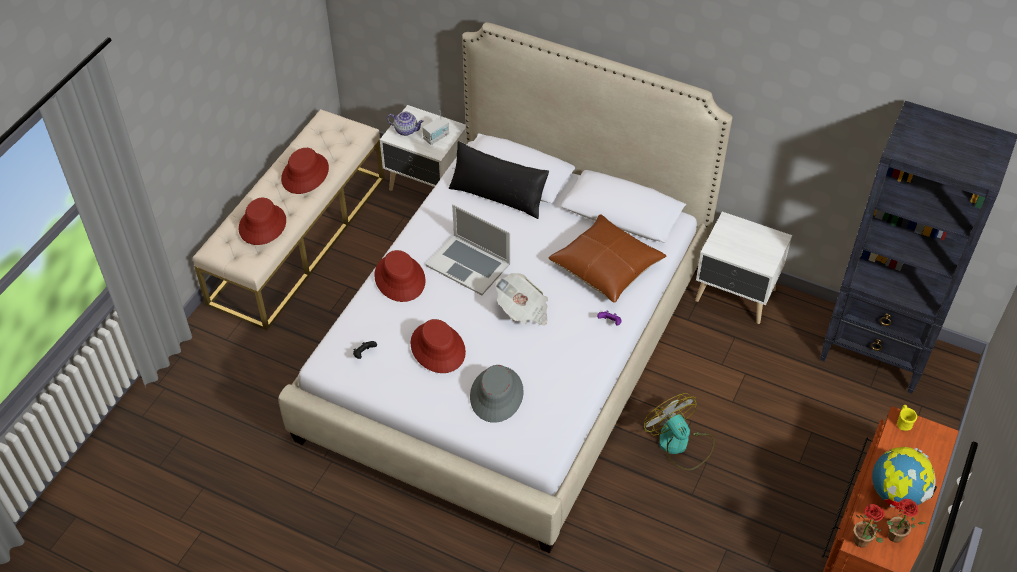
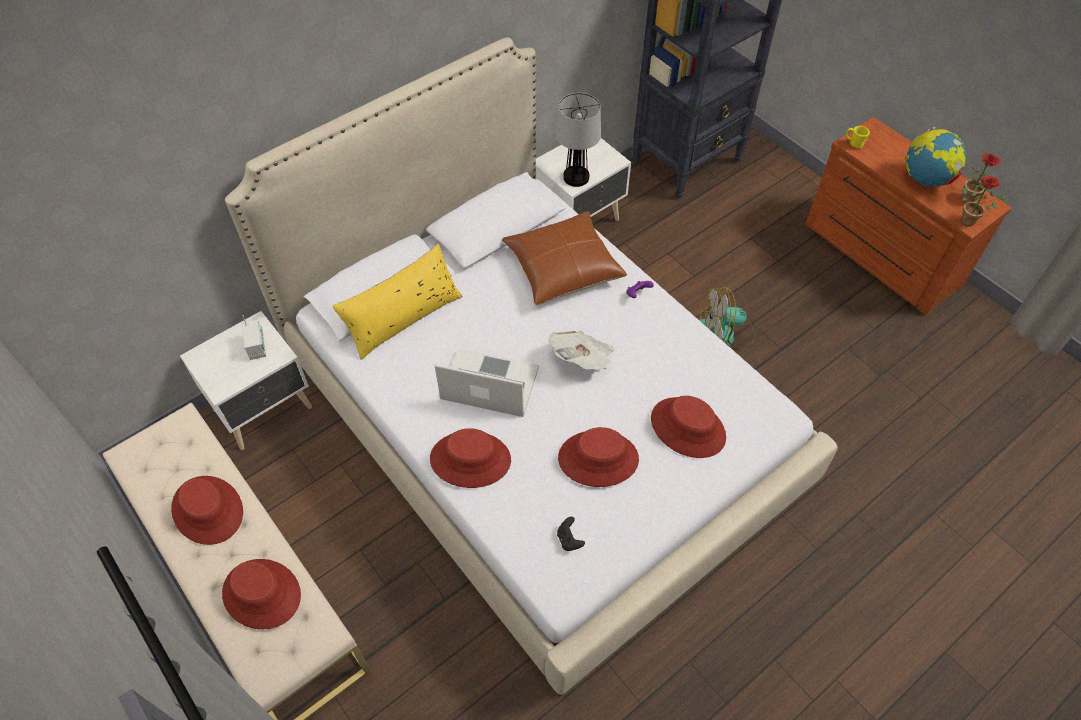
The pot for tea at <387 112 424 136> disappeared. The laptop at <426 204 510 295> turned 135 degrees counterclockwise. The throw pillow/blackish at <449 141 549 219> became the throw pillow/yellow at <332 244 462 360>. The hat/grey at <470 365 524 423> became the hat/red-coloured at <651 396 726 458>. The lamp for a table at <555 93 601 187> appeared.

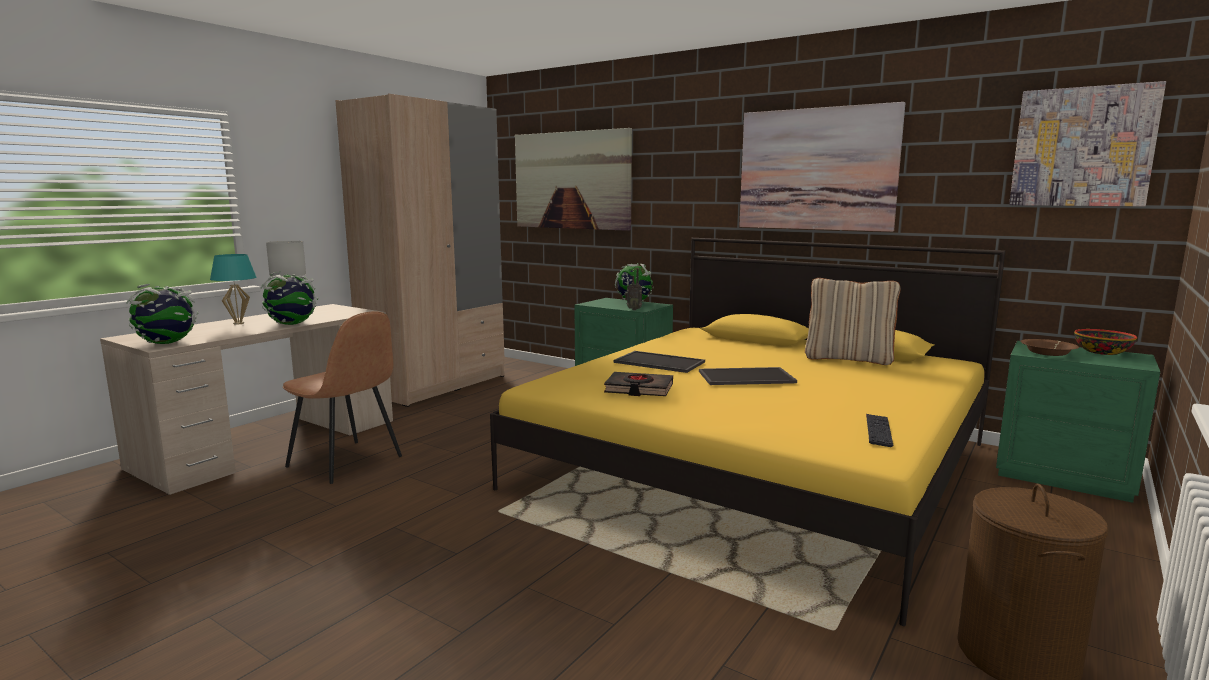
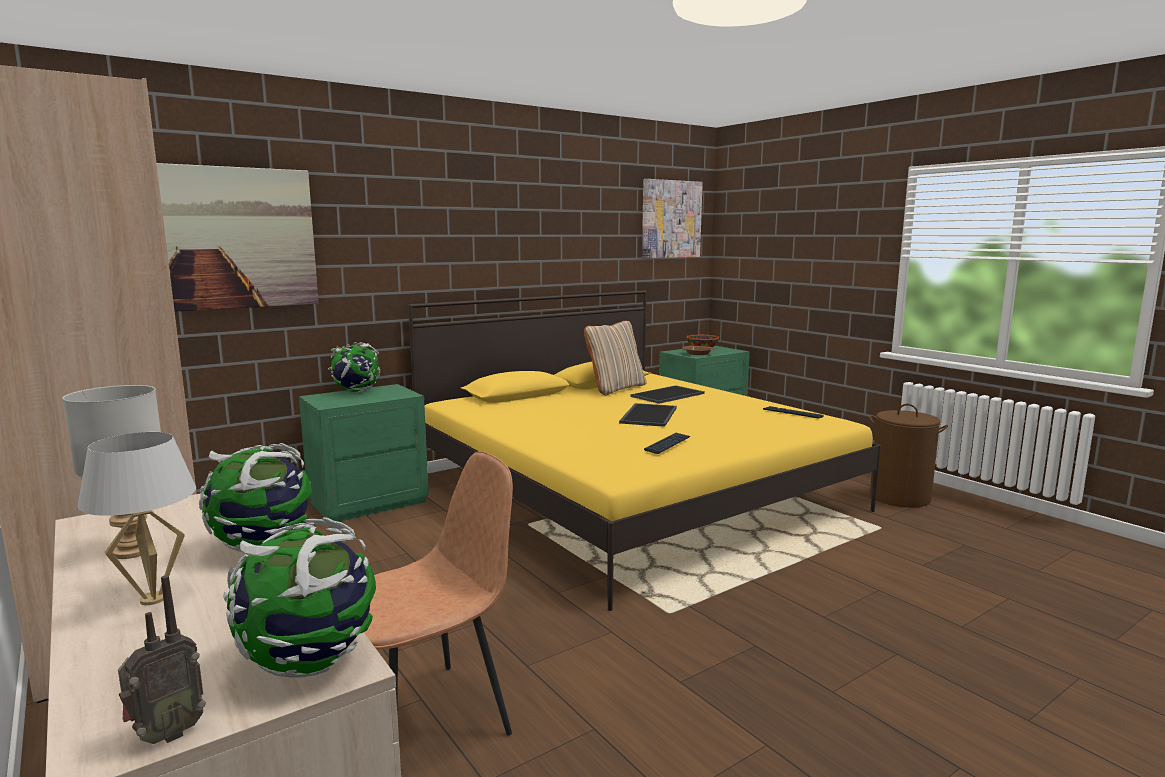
The lamp for a table/blue-green at <210 254 256 325> became the lamp for a table/white-coloured at <78 432 196 605>. The volume/blackish at <604 372 673 396> was replaced by the keyboard at <644 433 690 454>. The tray moved from <614 351 705 373> to <630 385 705 404>. The radio receiver moved from <625 268 642 310> to <118 575 206 744>. The wall picture at <739 102 905 232> disappeared.

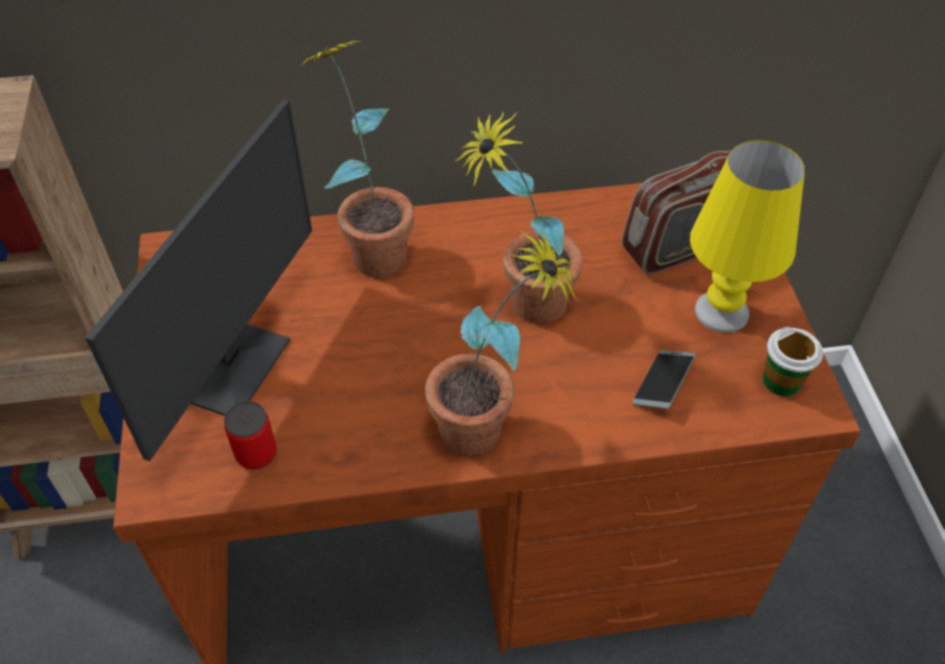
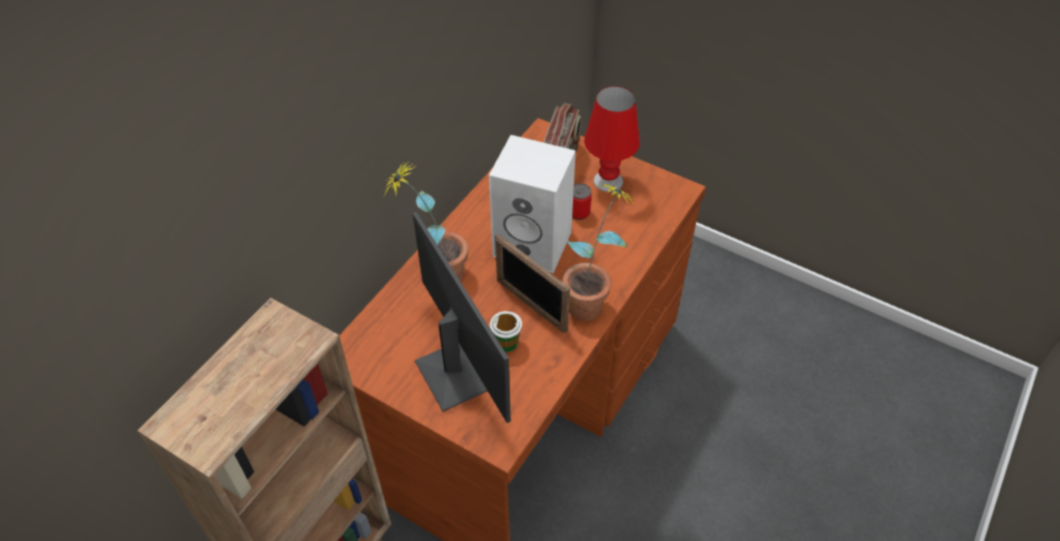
The metal can moved from <224 401 277 470> to <572 183 592 220>. The potted plant at <455 112 583 324> was replaced by the loudspeaker/white-coloured at <489 135 576 273>. The handset at <632 350 696 409> disappeared. The lamp for a table/yellow at <690 140 805 333> became the lamp for a table/red-coloured at <584 86 640 192>. The drinking cup moved from <763 327 823 396> to <490 311 522 352>. The photo frame at <495 234 570 333> appeared.

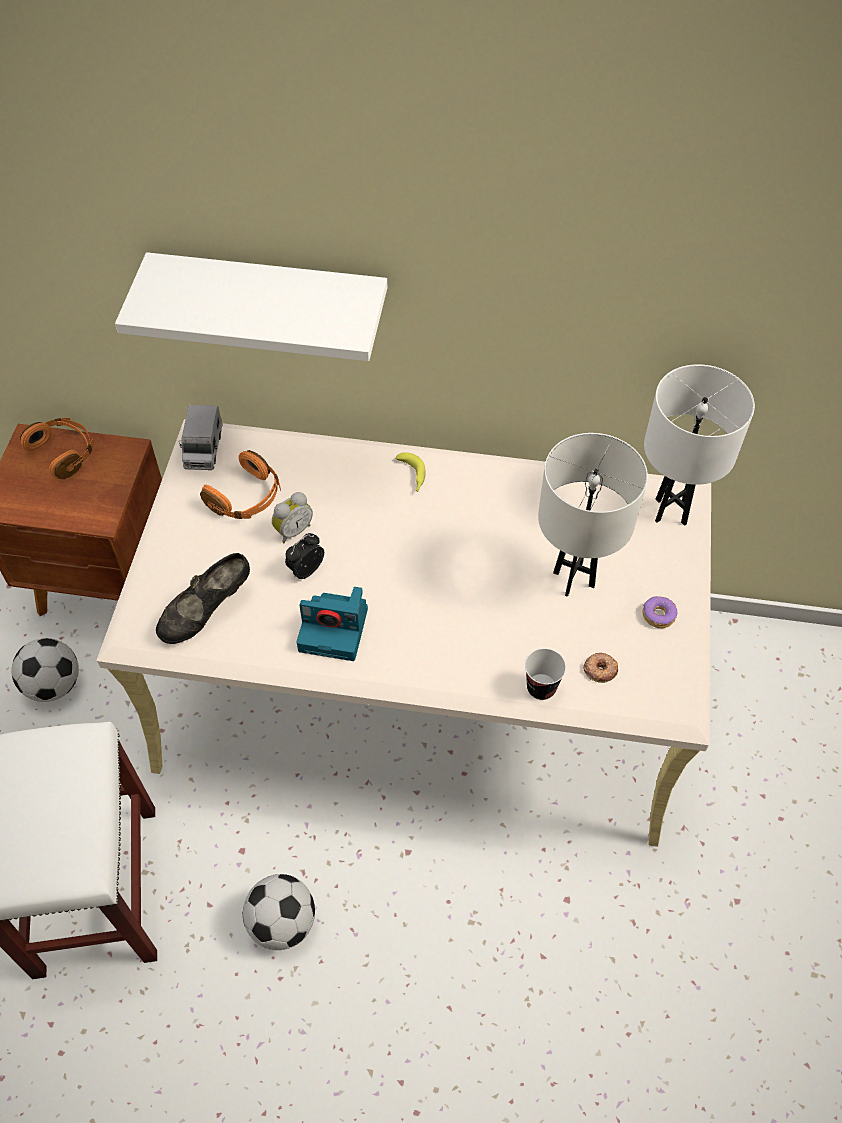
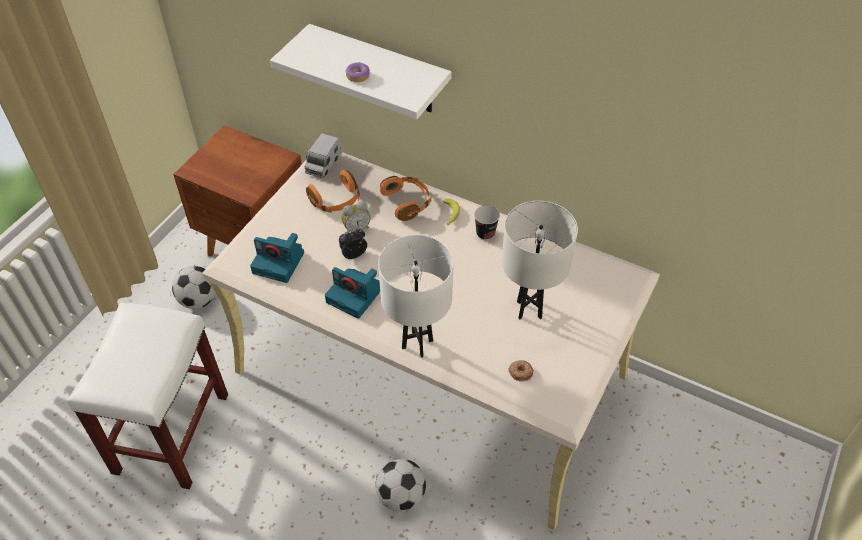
The pair of headphones/orange moved from <20 418 95 479> to <380 176 431 221>. The shoe/blackish at <156 553 250 644> was replaced by the photo camera at <250 233 304 283>. The ball for football moved from <243 874 315 950> to <375 459 426 511>. The drinking cup moved from <525 648 566 700> to <474 205 500 240>. The doughnut moved from <642 596 678 628> to <346 62 370 82>. The lamp for a table/white-coloured moved from <644 364 755 526> to <378 235 454 358>.

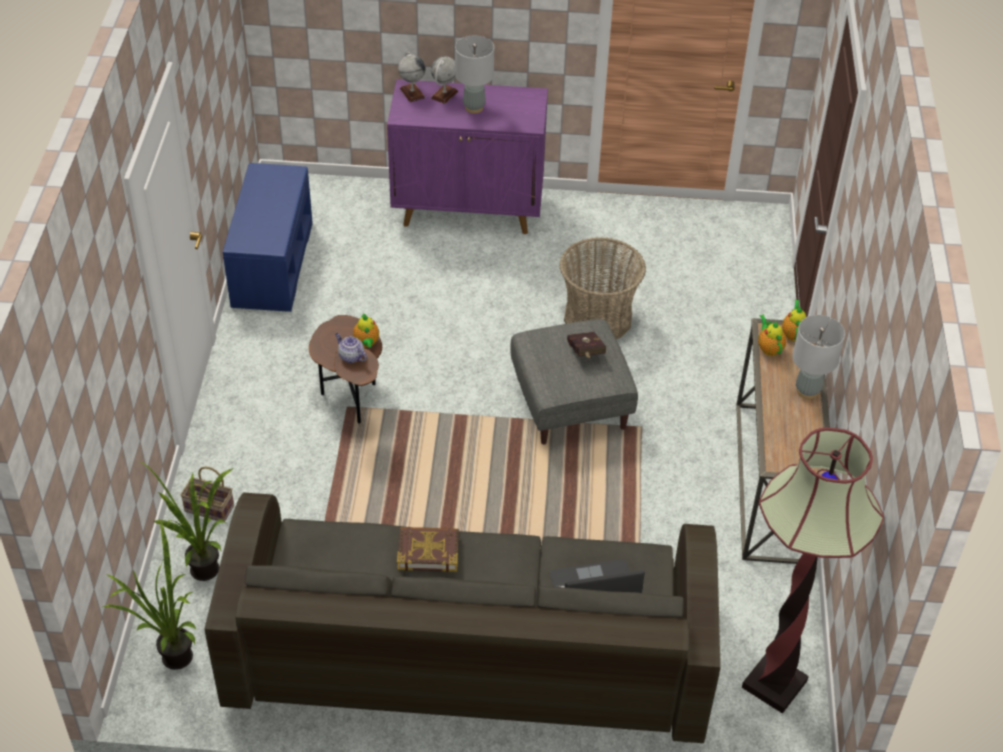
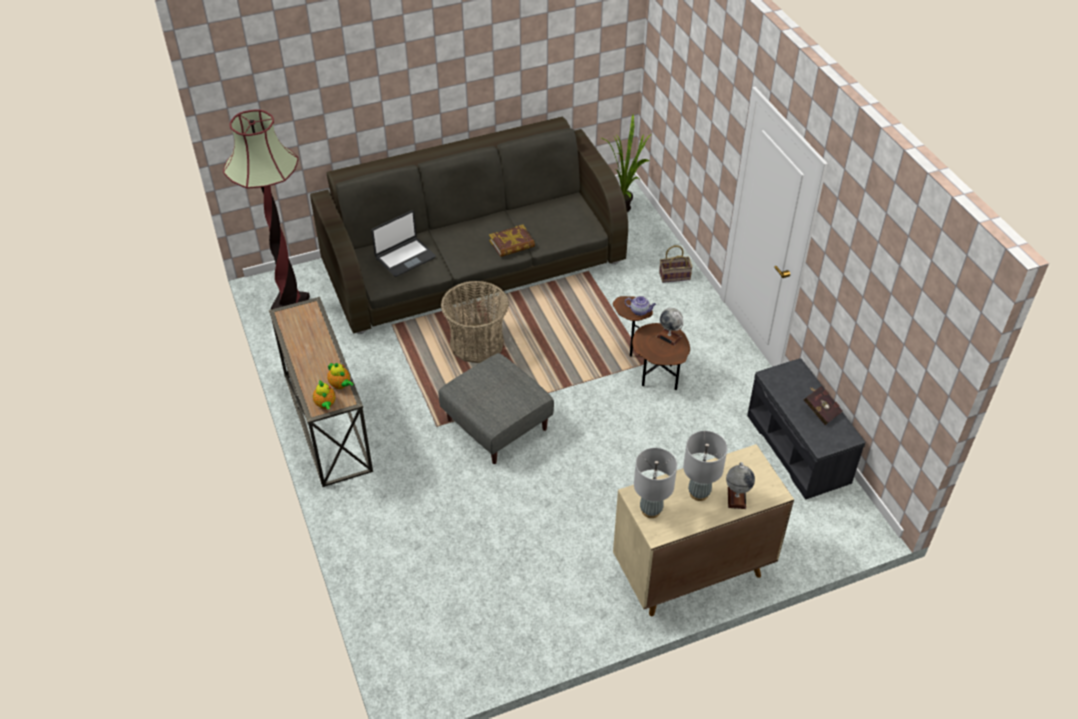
The potted plant at <140 462 234 581> disappeared. The indoor bench/bluish at <223 163 313 312> became the indoor bench/grey at <747 358 865 500>. The pot for tea at <353 313 379 348> disappeared. The cabinet/purplish at <387 79 548 234> became the cabinet/beige-coloured at <613 444 794 616>. The world globe moved from <398 52 426 102> to <657 308 683 346>. The basket moved from <559 237 646 339> to <441 281 509 363>. The volume/red-coloured moved from <567 332 606 358> to <804 386 843 425>. The lamp for a table/grey moved from <792 315 845 399> to <634 448 677 518>.

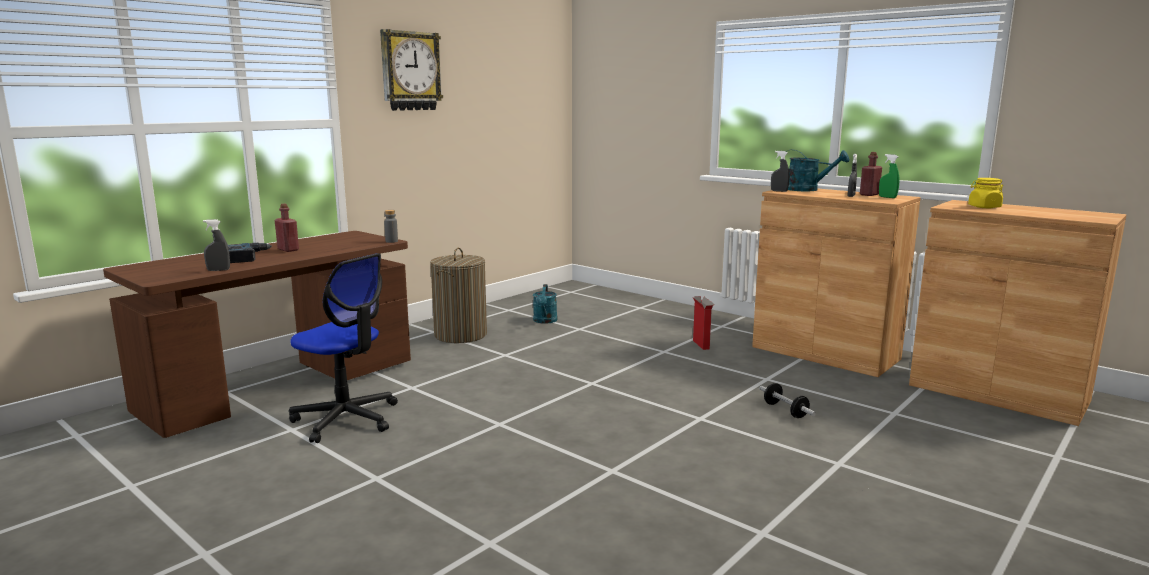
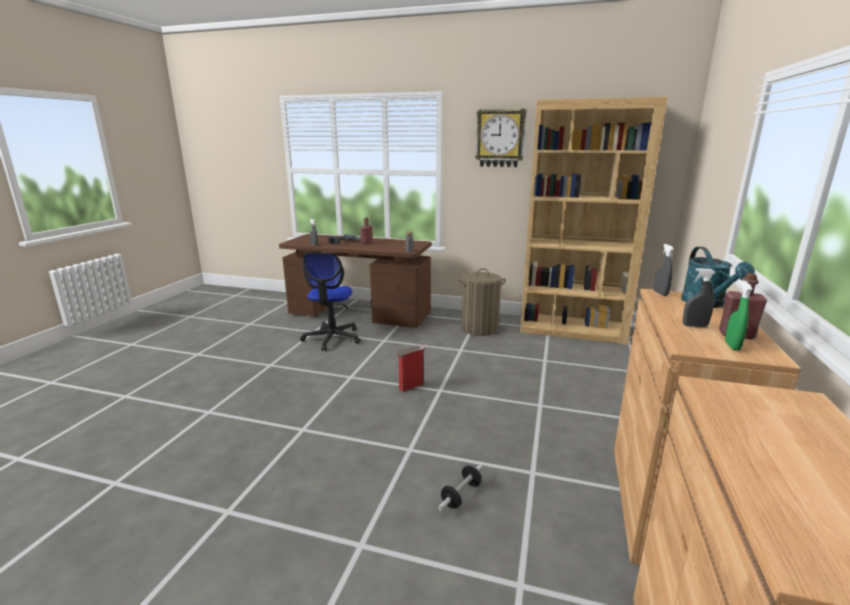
The watering can/blue-green at <533 284 557 324> disappeared. The carton moved from <693 296 714 350> to <396 345 425 392>. The storage jar/yellow at <968 178 1003 208> disappeared. The bookshelf/brown at <520 97 667 345> appeared.

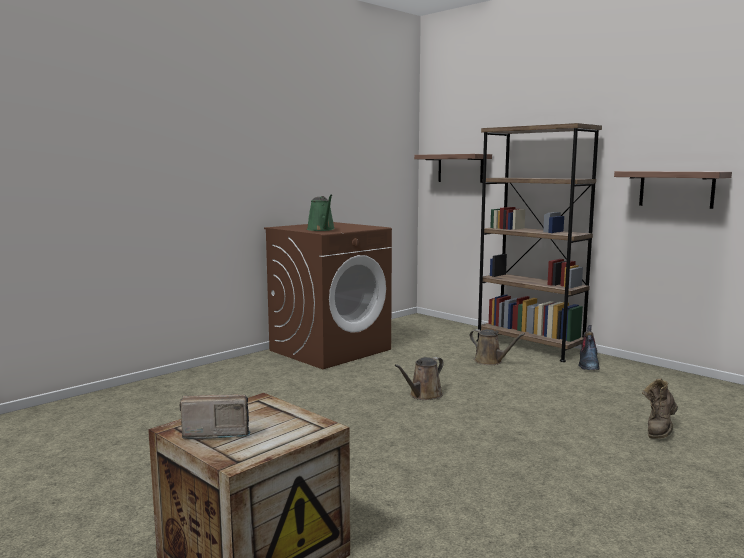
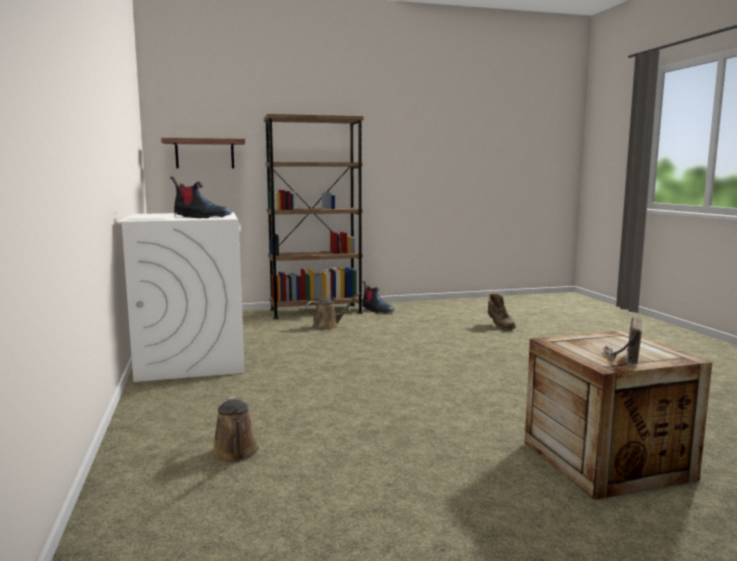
The washing machine/brown at <264 222 392 369> became the washing machine/white-coloured at <117 212 245 382>. The watering can/green-coloured at <307 194 335 231> was replaced by the tall boot at <170 176 232 218>. The watering can/brown moved from <395 357 444 400> to <212 396 259 462>. The bracket shelf at <614 171 732 209> disappeared.

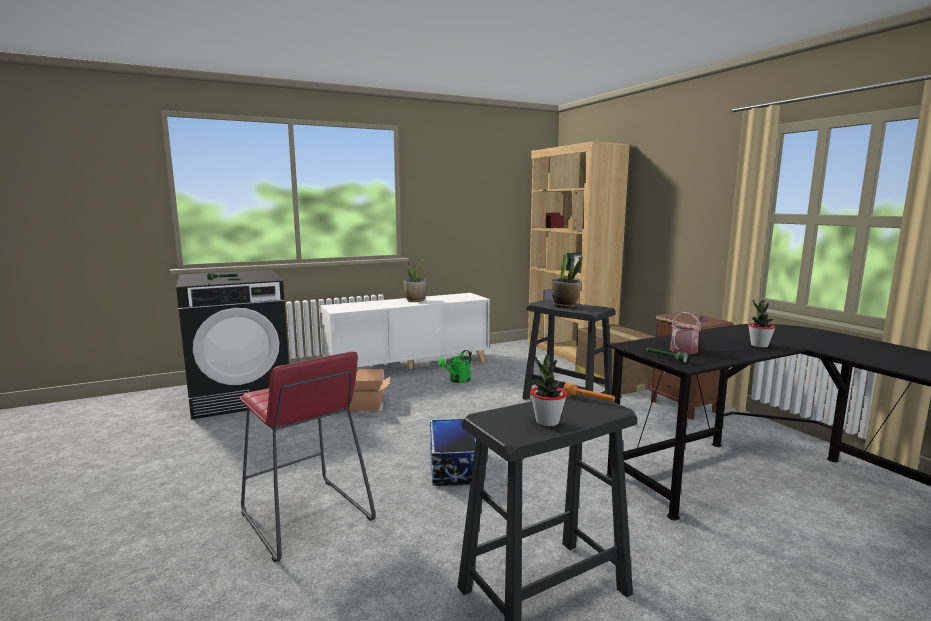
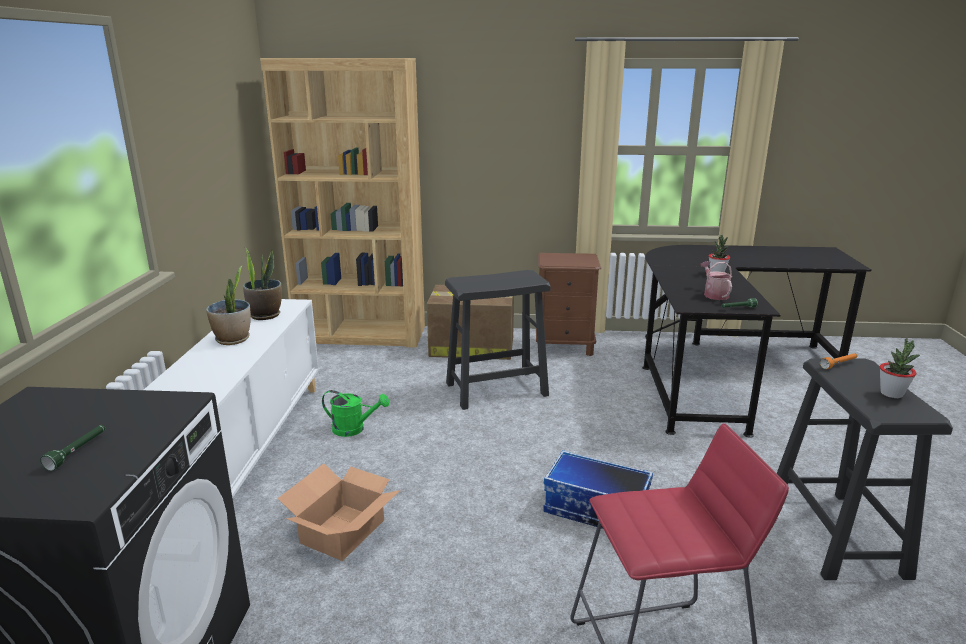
The watering can/green-coloured at <438 350 472 383> turned 60 degrees counterclockwise. The potted plant moved from <552 252 583 308> to <243 248 282 320>.

